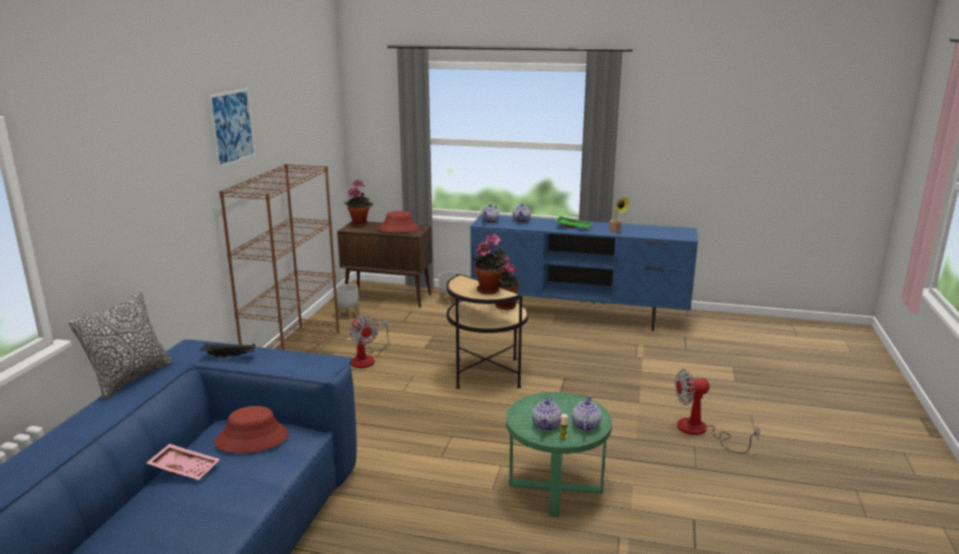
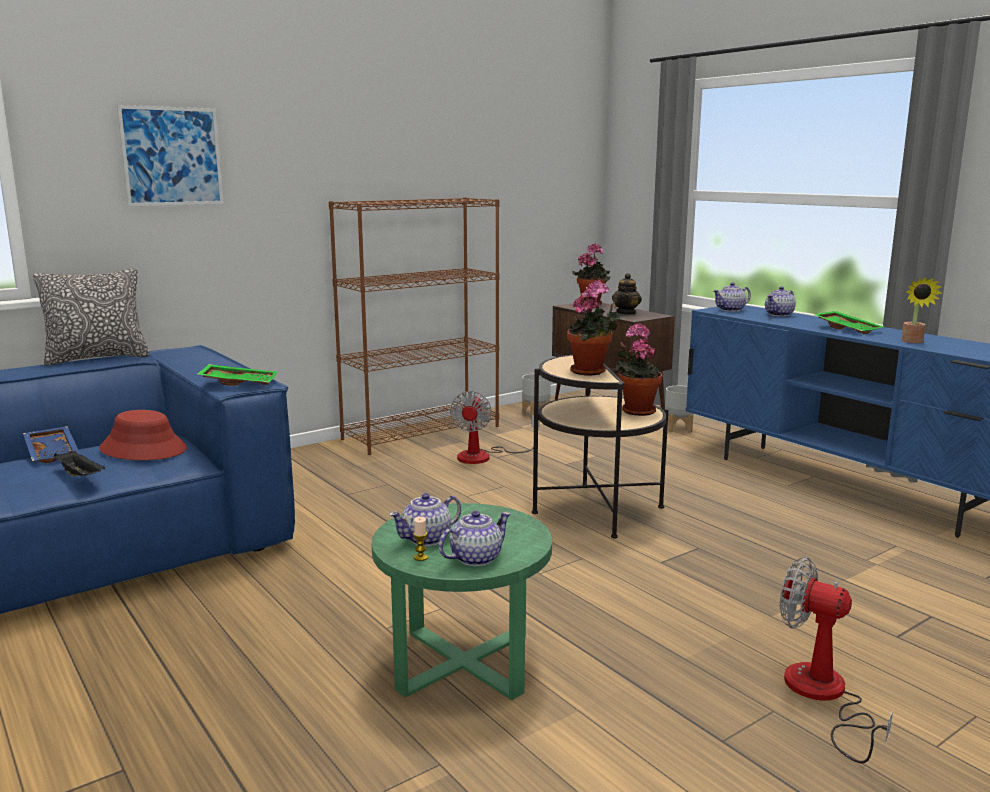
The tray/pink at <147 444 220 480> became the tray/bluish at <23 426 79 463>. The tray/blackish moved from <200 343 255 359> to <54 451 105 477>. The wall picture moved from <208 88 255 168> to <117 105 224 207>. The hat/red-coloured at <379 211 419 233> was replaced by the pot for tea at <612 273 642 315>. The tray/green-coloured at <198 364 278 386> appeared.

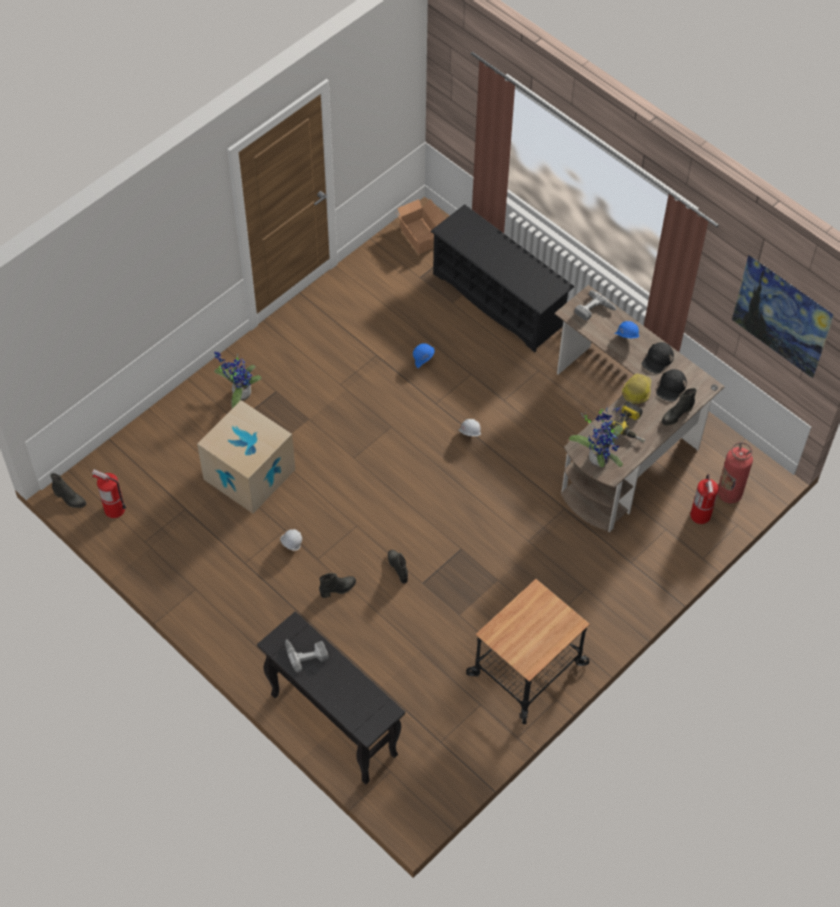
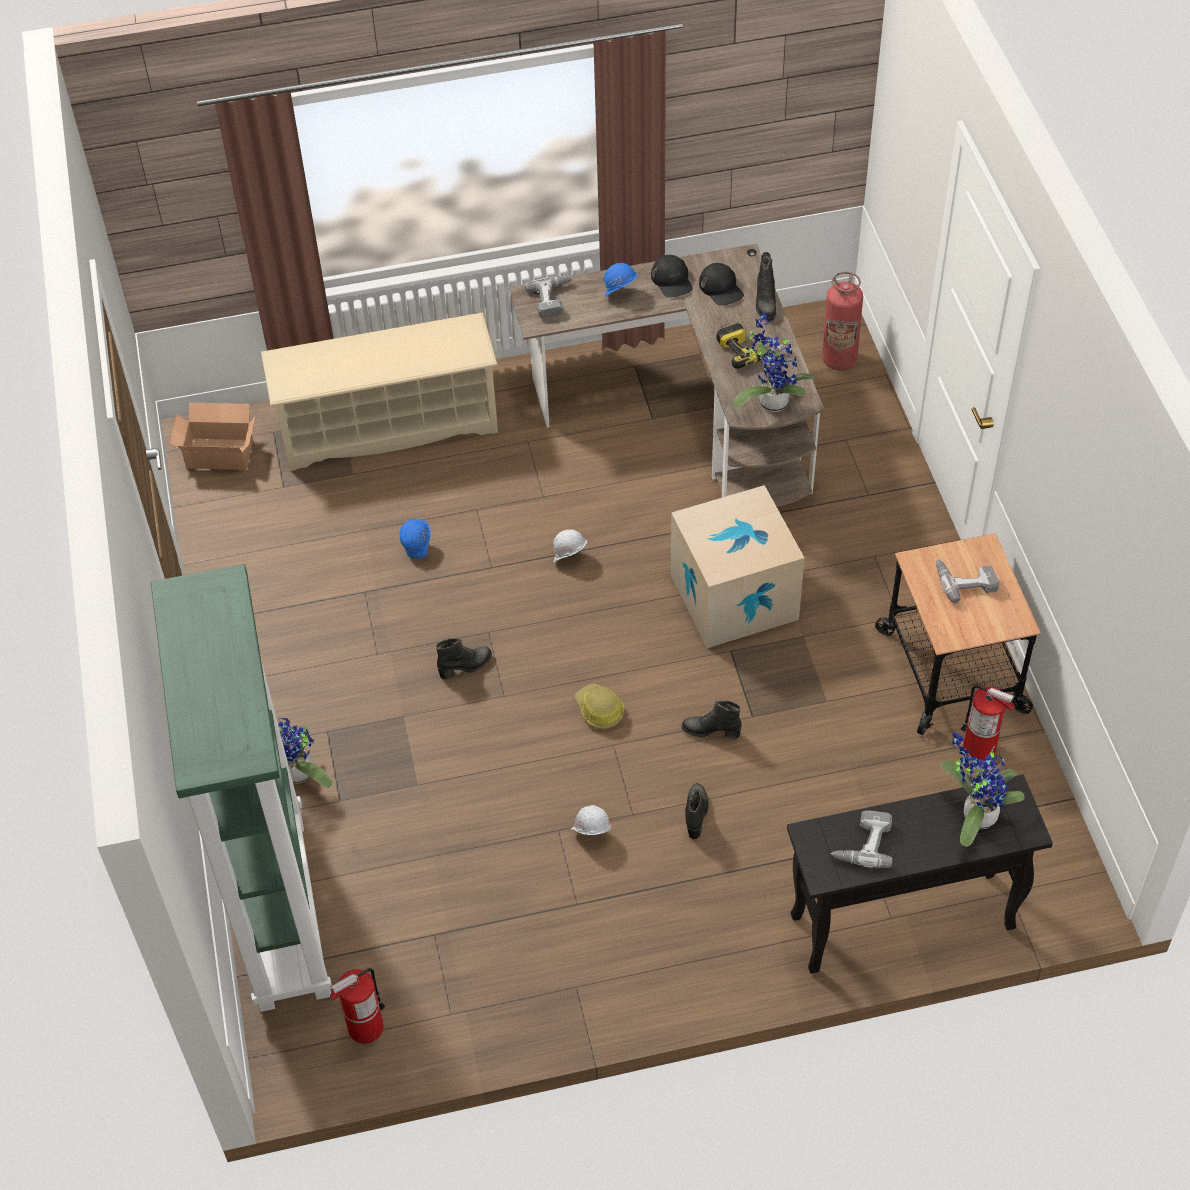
The tall boot/blackish moved from <50 473 86 508> to <436 638 492 679>. The carton moved from <197 400 295 513> to <671 485 804 648>. The shoe stand/blackish at <430 204 575 353> became the shoe stand/beige-coloured at <261 312 498 471>. The safety helmet moved from <622 374 651 404> to <575 684 625 729>. The extinguisher moved from <690 474 719 524> to <961 685 1015 760>. The wall picture at <732 255 834 378> disappeared. The bookshelf/green-coloured at <151 564 332 1012> appeared. The electric drill at <936 559 999 603> appeared. The potted plant at <940 732 1025 847> appeared.

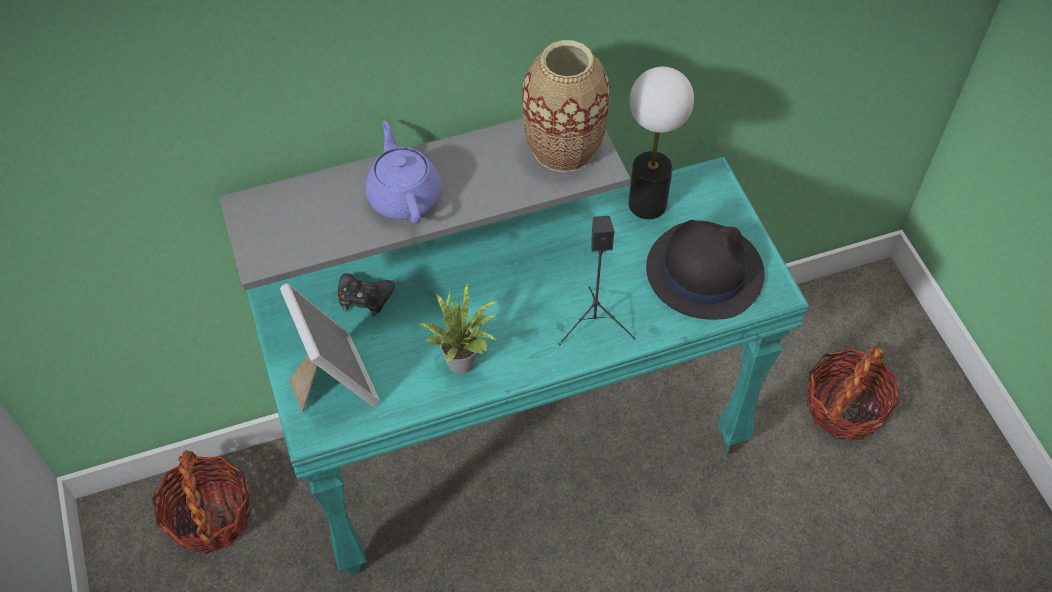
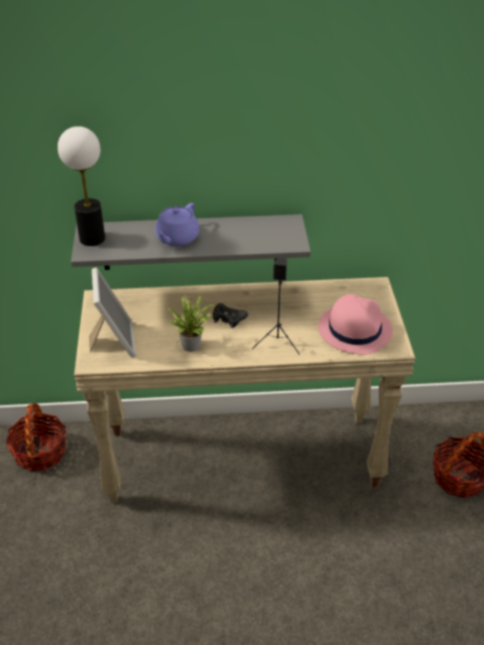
The hall table/blue-green at <246 157 809 576> became the hall table/beige-coloured at <74 277 416 503>. The joypad/blackish moved from <338 273 395 316> to <213 303 248 328>. The pot for tea/purplish at <365 121 441 224> turned 150 degrees counterclockwise. The flower vase at <522 40 610 172> disappeared. The lamp for a table moved from <629 67 694 219> to <58 126 105 246>. The hat/blackish at <646 220 765 320> became the hat/pink at <318 294 393 355>.

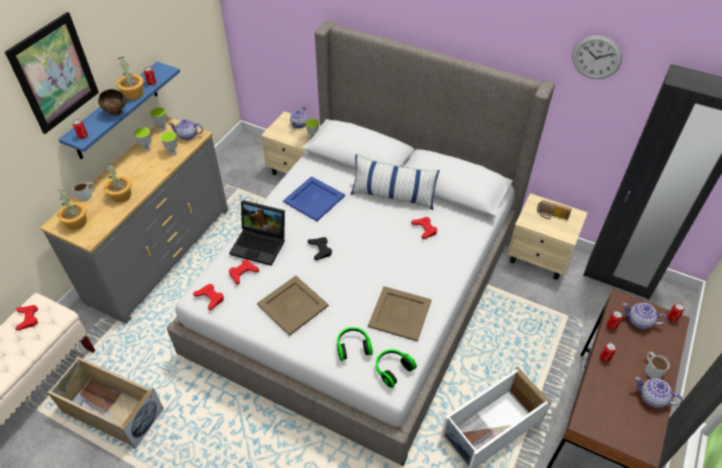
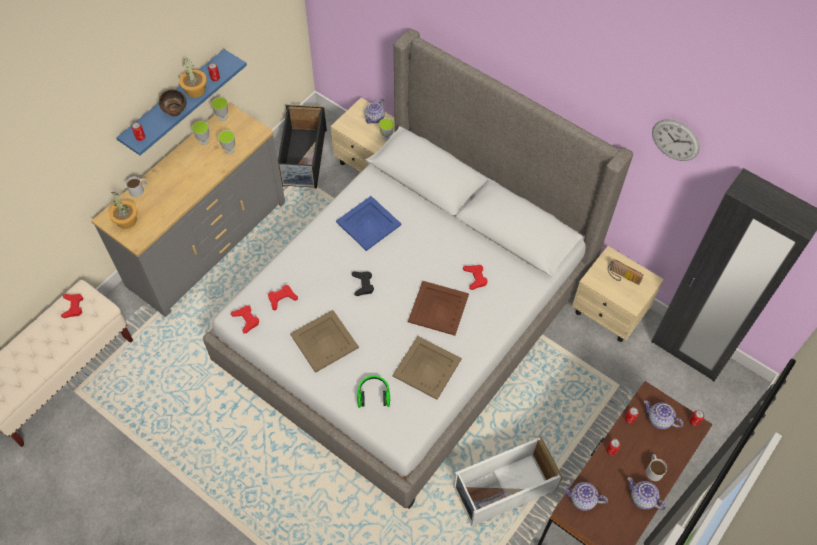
The wall picture at <5 12 99 134> disappeared. The storage bin/beige-coloured at <47 356 164 449> disappeared. The potted plant at <104 163 132 203> disappeared. The pot for tea moved from <168 119 203 140> to <563 482 608 511>. The laptop at <229 200 285 266> disappeared. The throw pillow at <351 154 440 210> disappeared. The pair of headphones at <376 349 417 388> disappeared. The storage bin/blackish at <278 104 327 189> appeared. The tray/brown at <408 281 469 336> appeared.

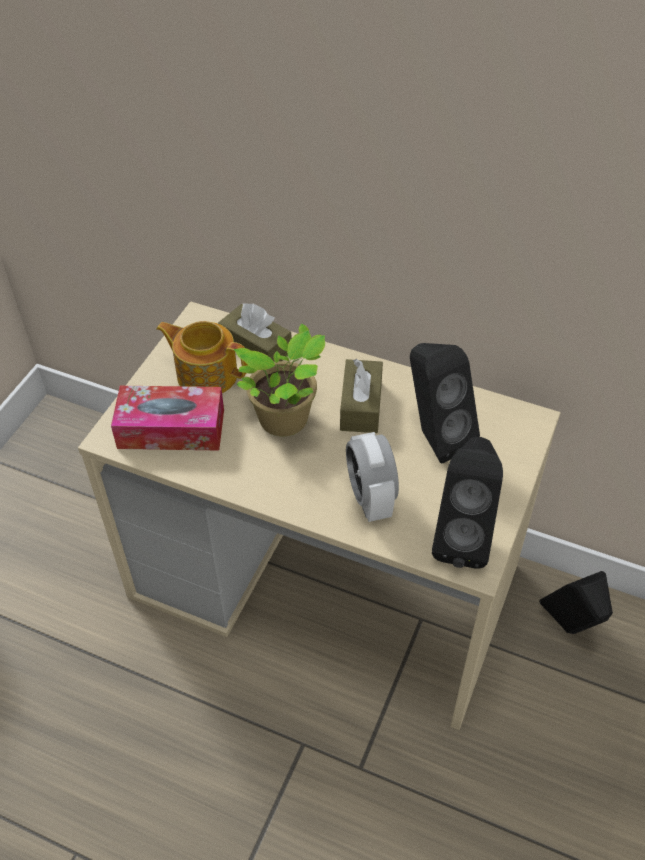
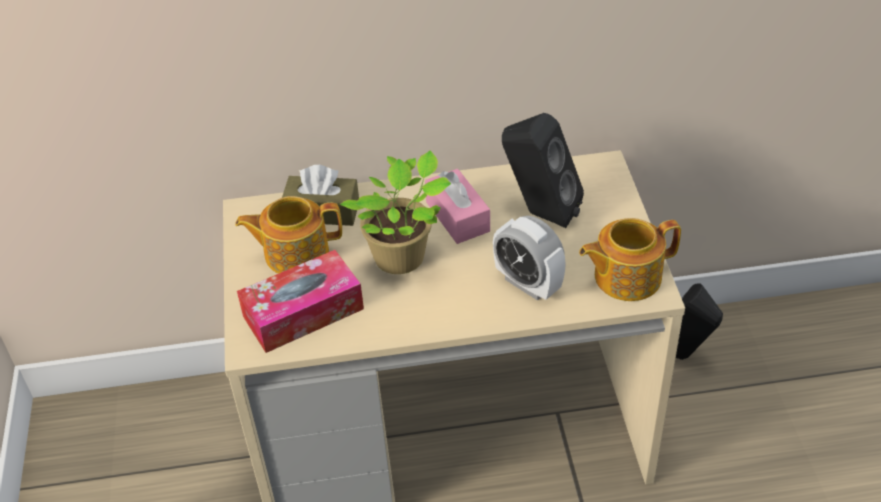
The tissue box/brown at <340 359 383 433> became the tissue box/pink at <425 169 490 244>. The loudspeaker/blackish at <432 437 503 569> was replaced by the pot for tea at <579 218 681 301>.

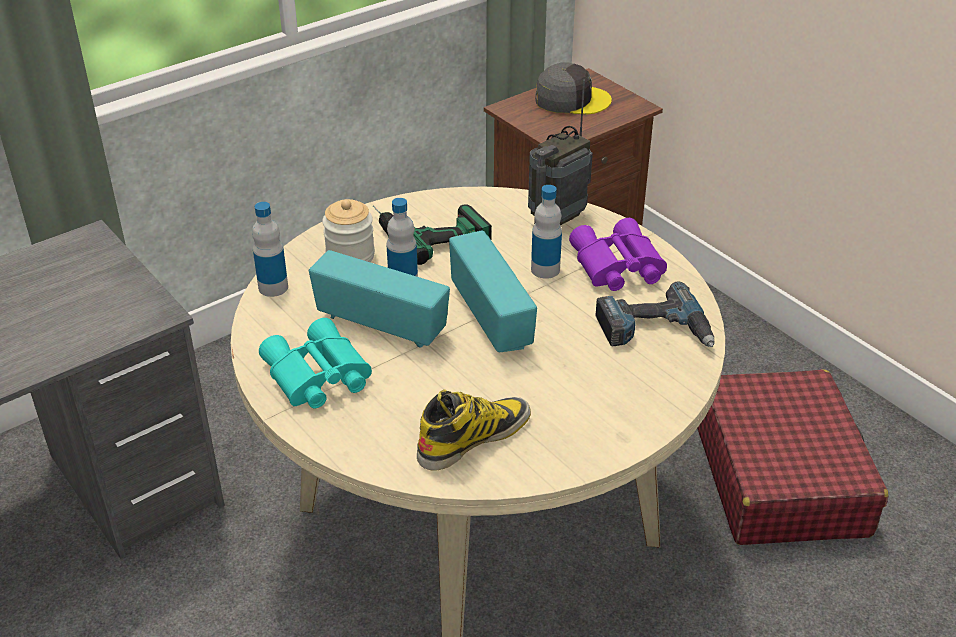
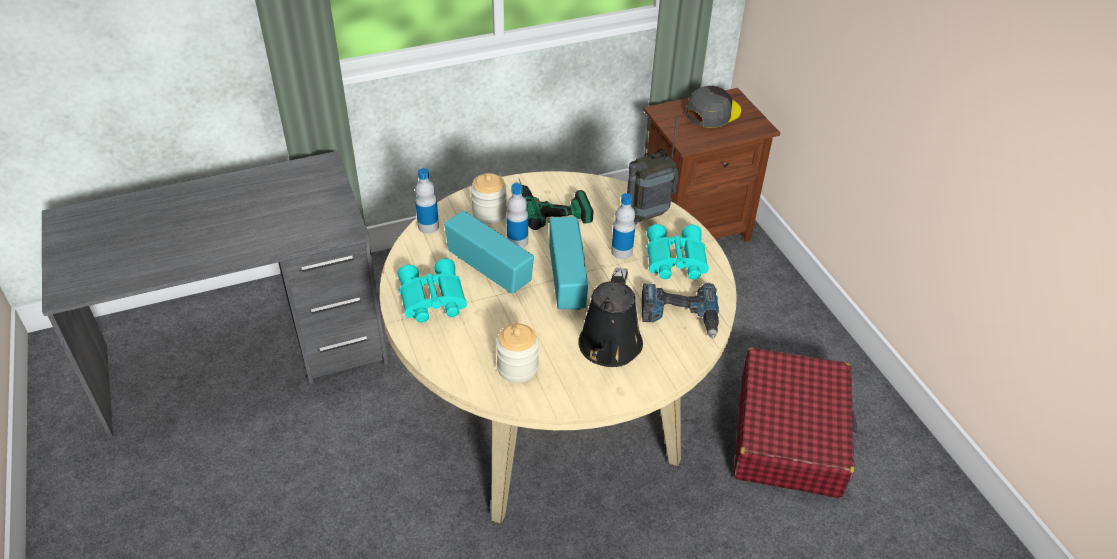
The tall boot at <417 389 531 471> was replaced by the storage jar at <496 324 539 383>. The peaked cap/grey at <535 63 612 115> turned 60 degrees counterclockwise. The binoculars/purplish at <569 218 667 291> became the binoculars/blue-green at <647 224 709 280>. The watering can/blackish at <578 267 643 367> appeared.

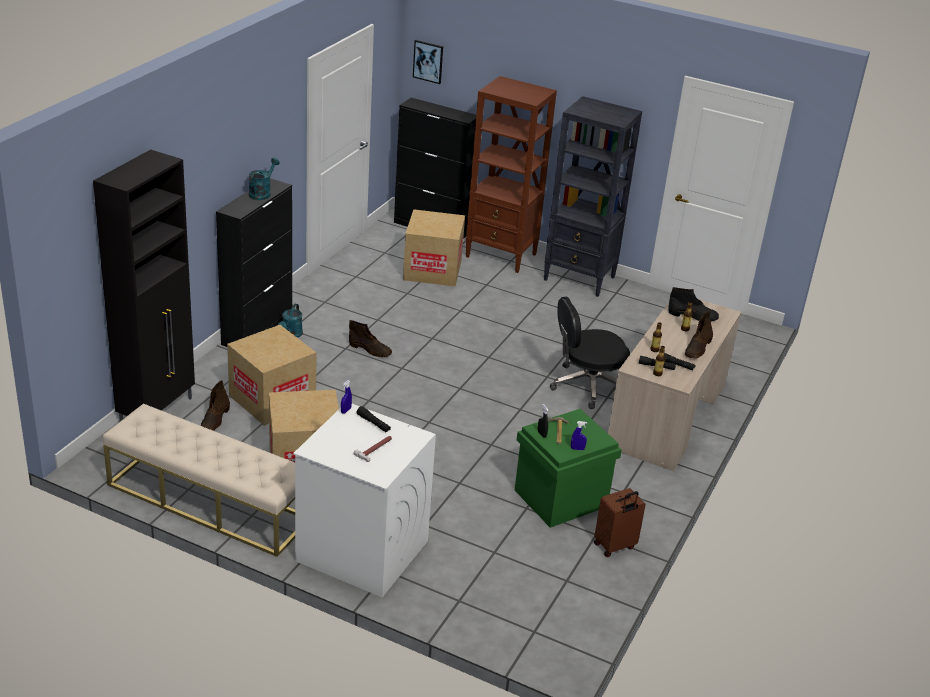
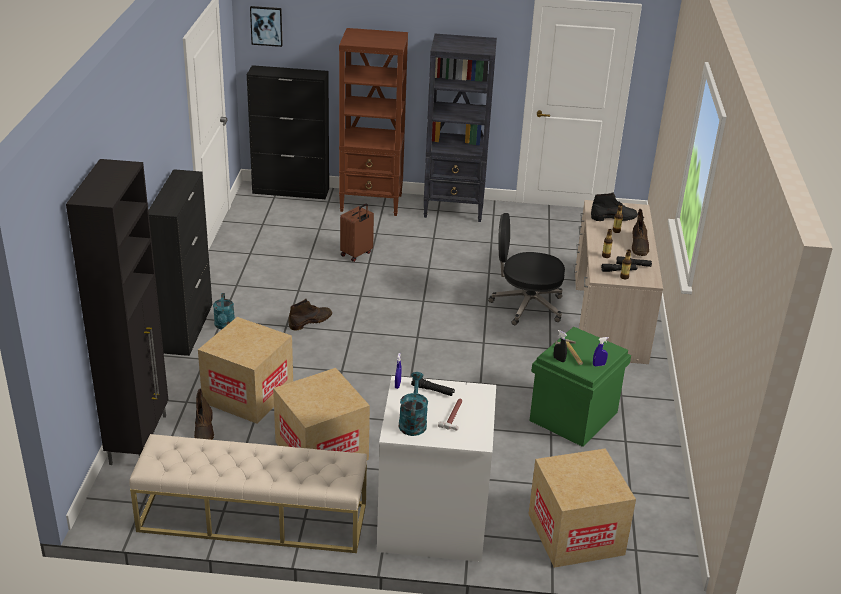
The watering can/blue-green moved from <249 158 280 200> to <399 372 428 436>. The tall boot/brown at <349 320 392 357> turned 45 degrees counterclockwise. The carton moved from <403 209 465 286> to <529 448 636 568>. The desk chair/blackish at <550 296 630 409> turned 45 degrees clockwise. The travel case/brown moved from <594 488 646 557> to <340 203 374 262>.

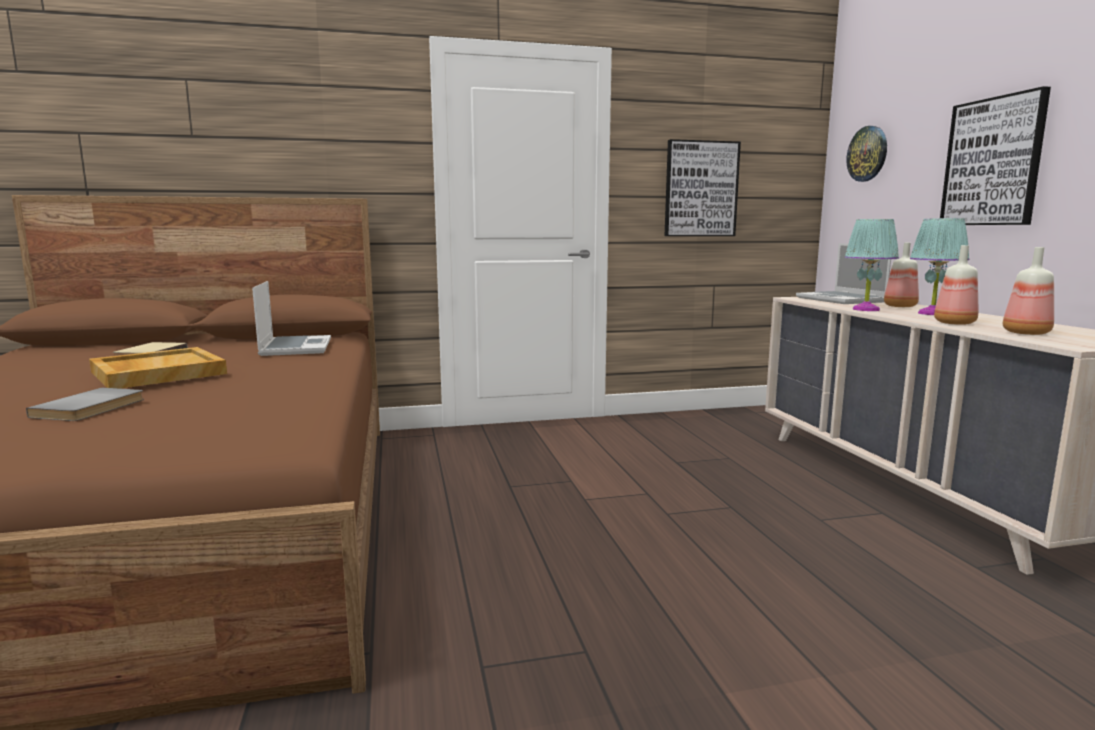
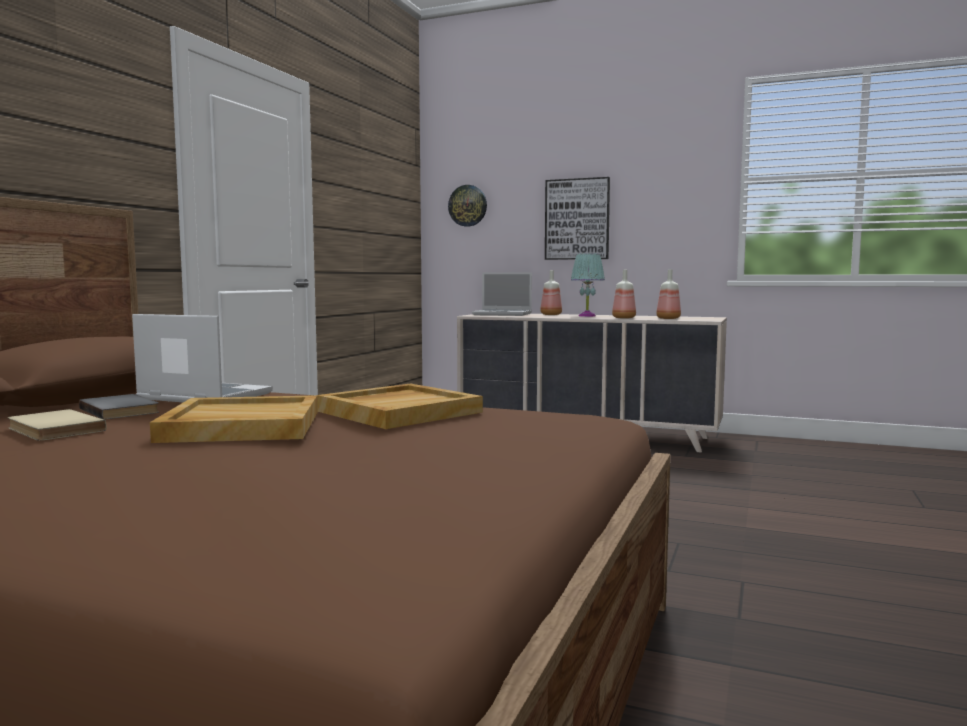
The volume/grey moved from <26 388 144 421> to <79 394 159 420>. The wall picture at <664 139 741 236> disappeared. The lamp for a table/blue-green at <845 219 899 311> disappeared. The tray/beige-coloured at <317 383 483 429> appeared.

